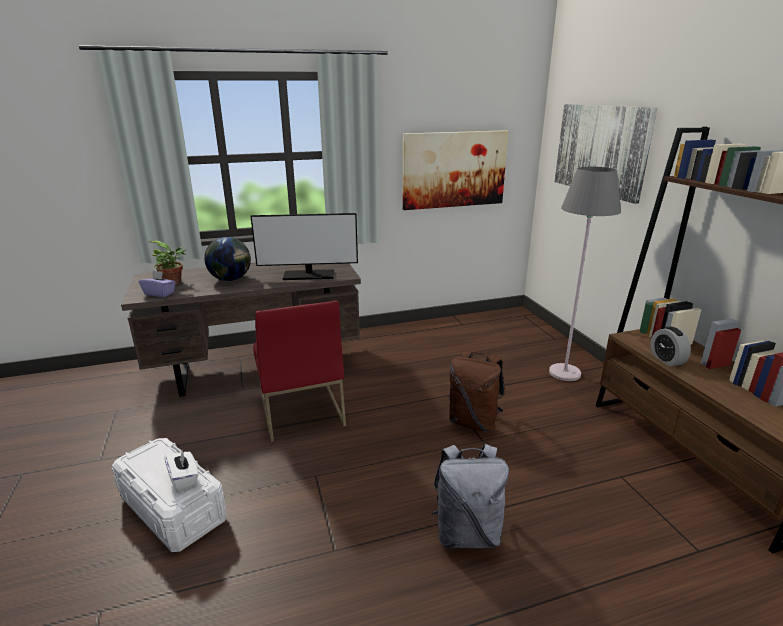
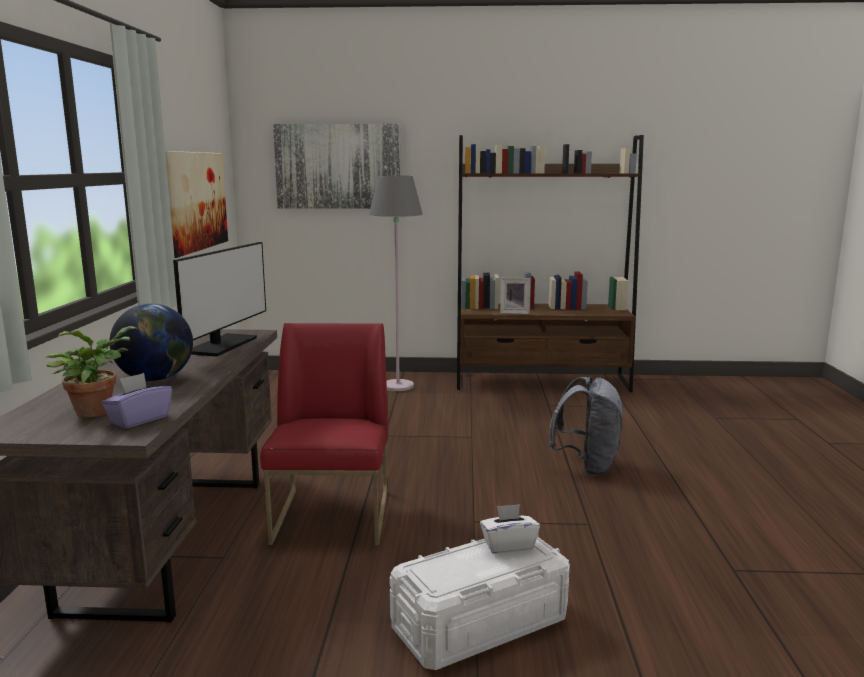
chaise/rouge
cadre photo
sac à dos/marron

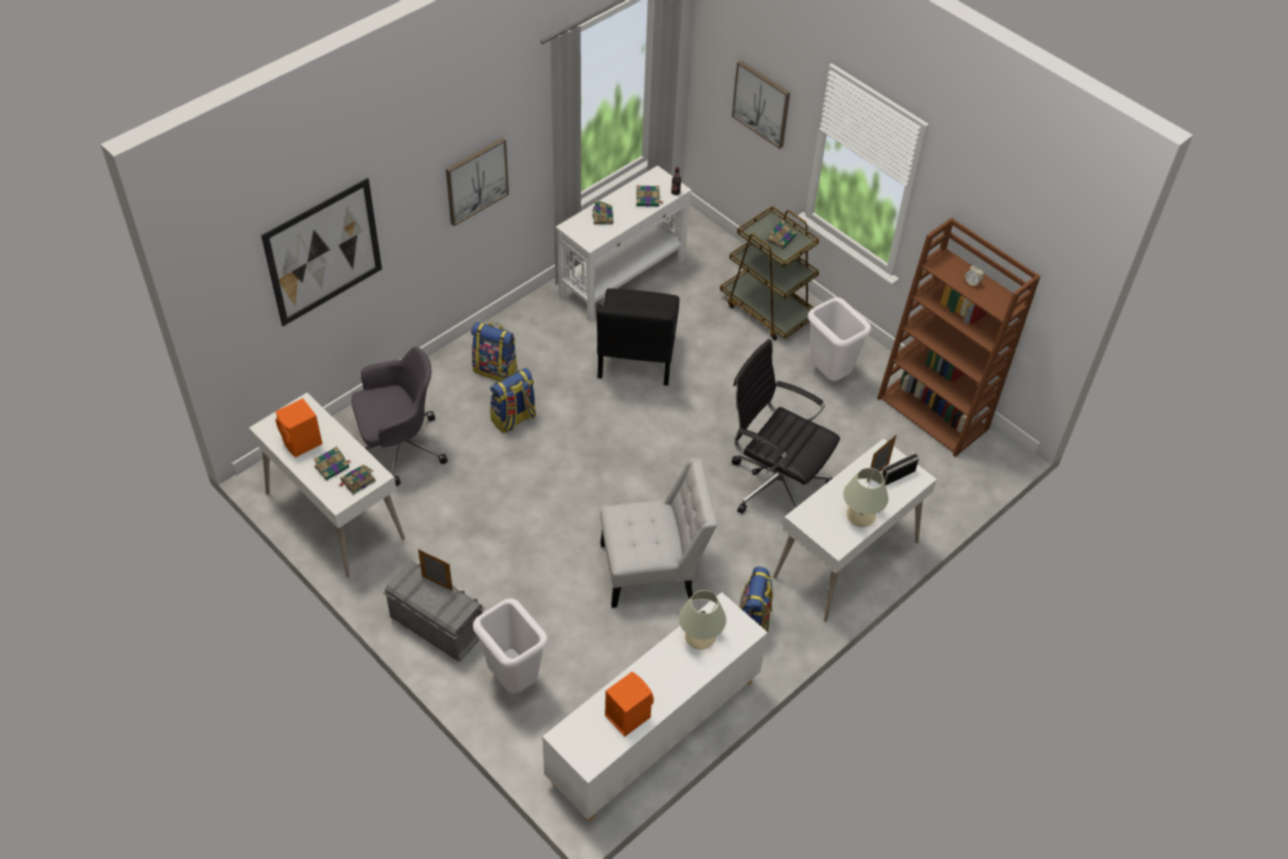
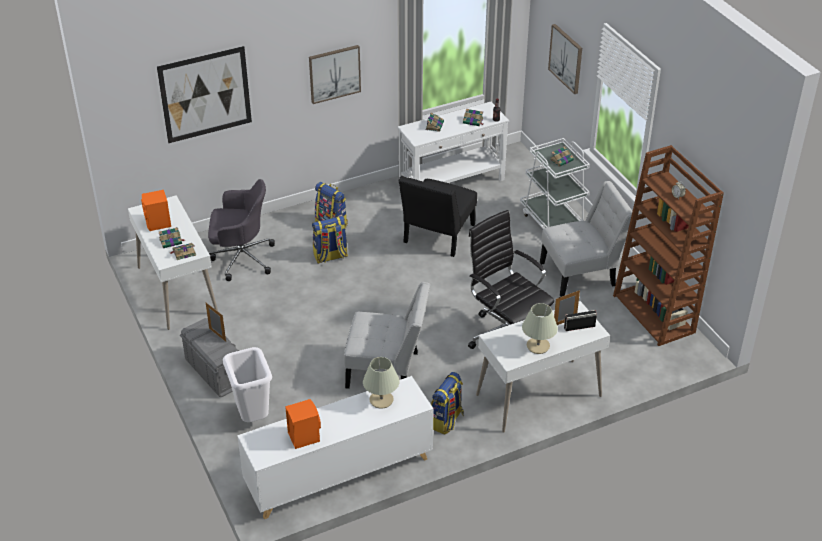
chariot/blanc
chaise/blanc (no. 2 from left)

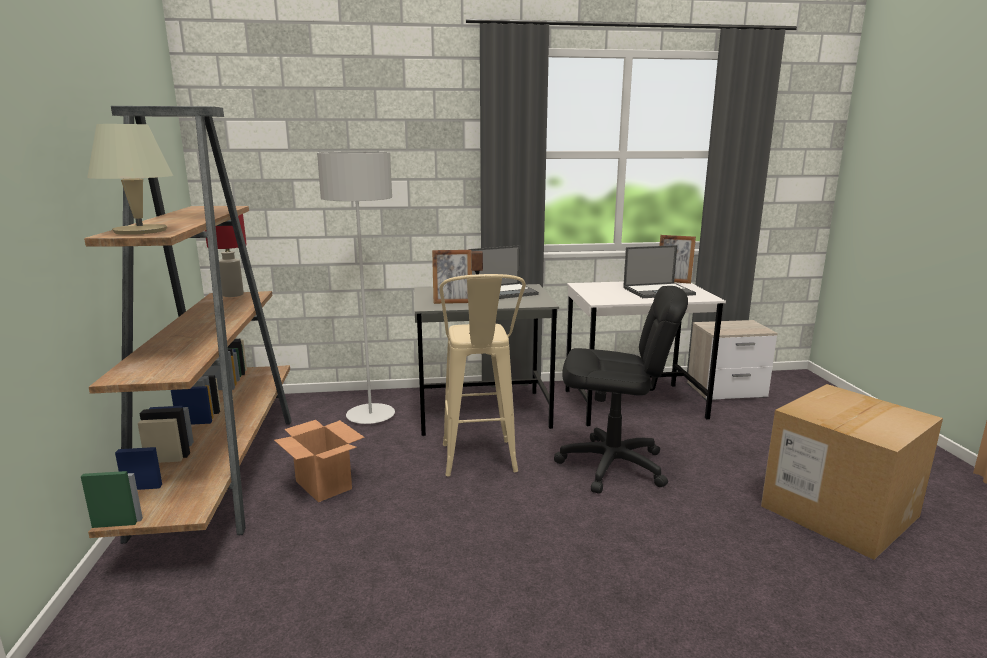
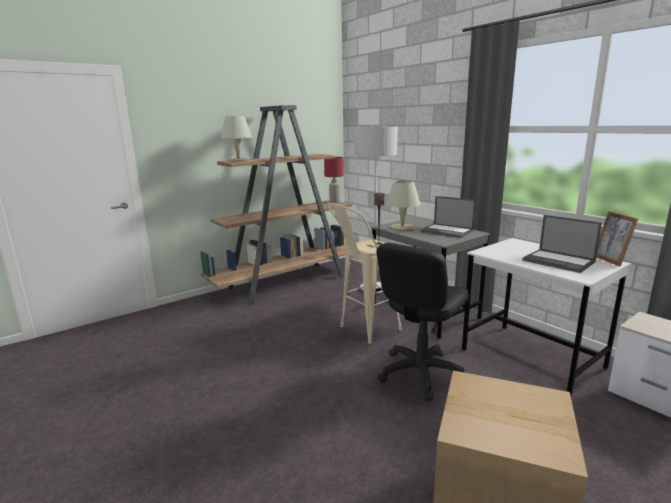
lampe de table/beige (no. 2 from left)
chaise de bureau/noir
carton (no. 1 from left in the first image)

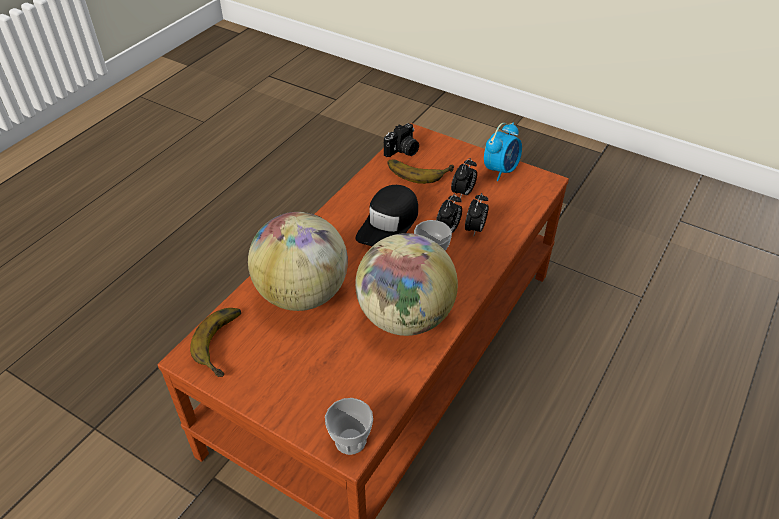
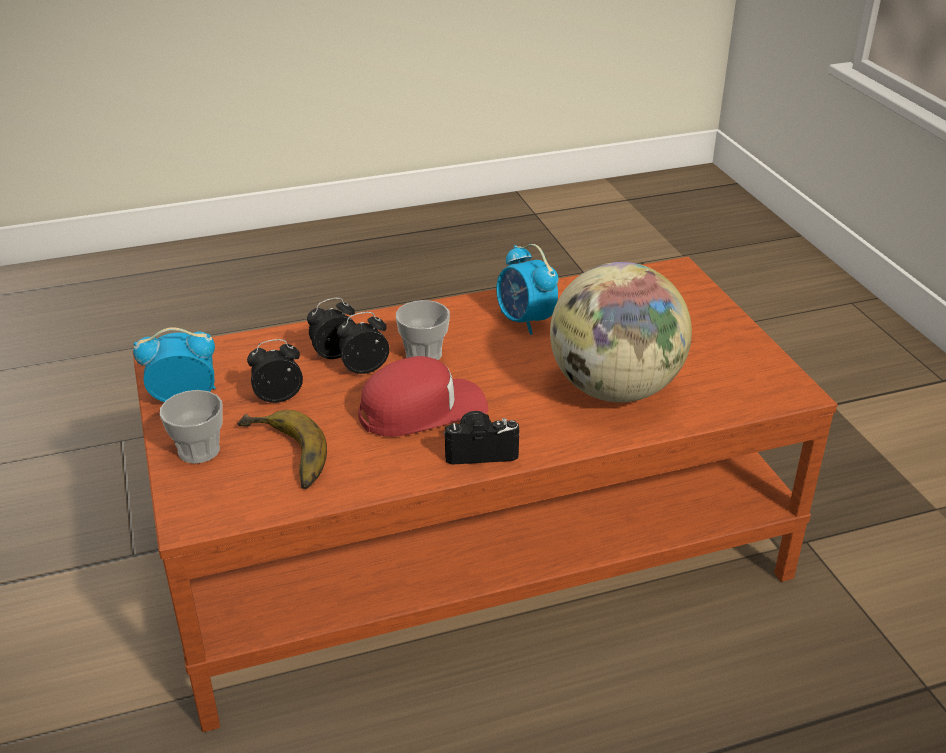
appareil photo
casquette/rouge
réveil (no. 5 from left)
banane (no. 1 from left in the first image)
tasse (no. 1 from left)

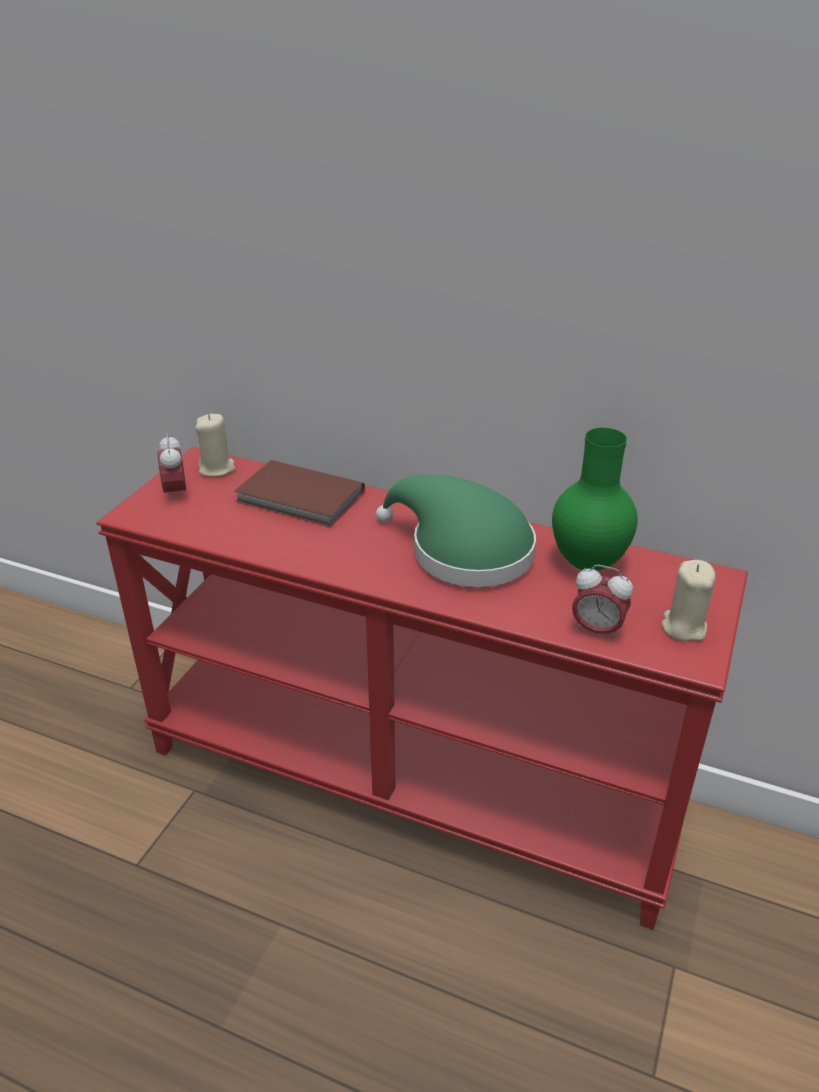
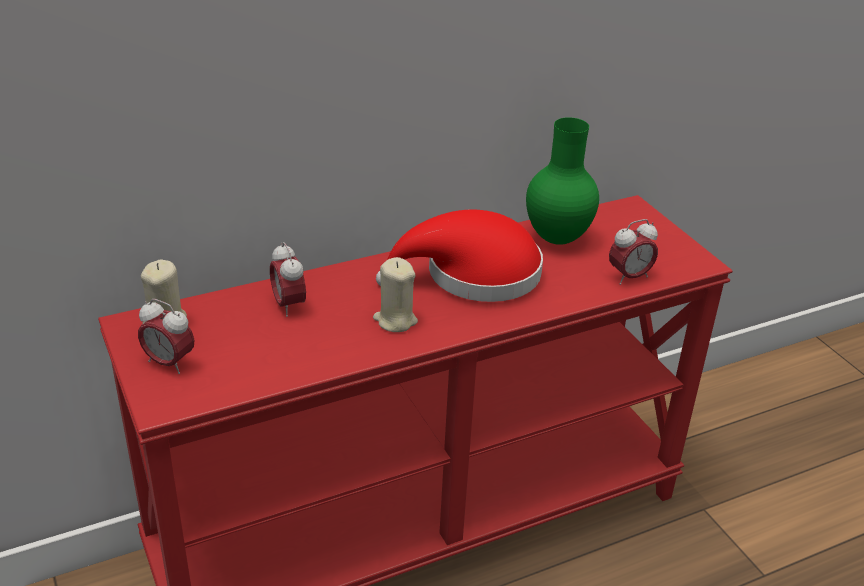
réveil (no. 2 from left)
chapeau/rouge
bougie/beige (no. 2 from left)

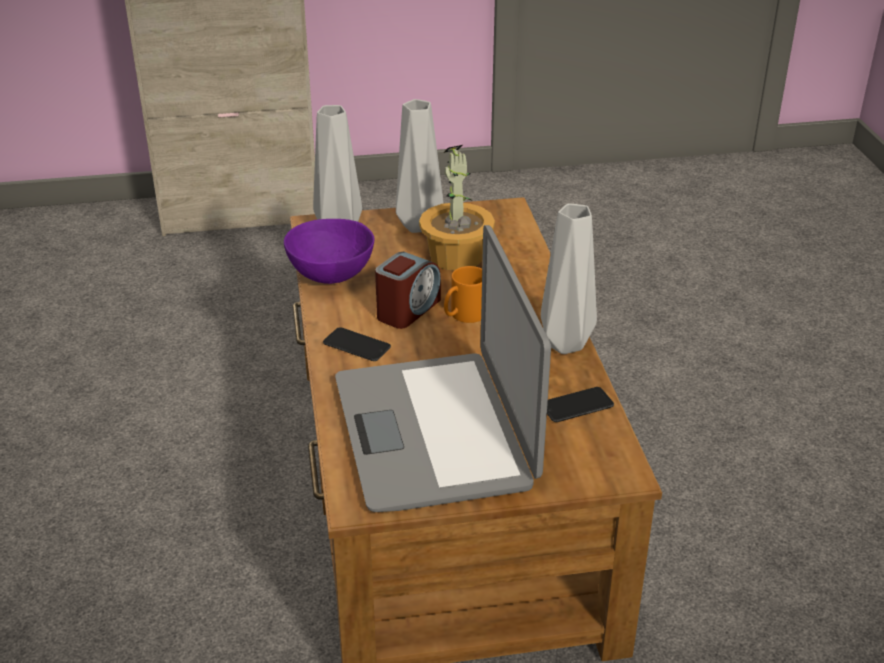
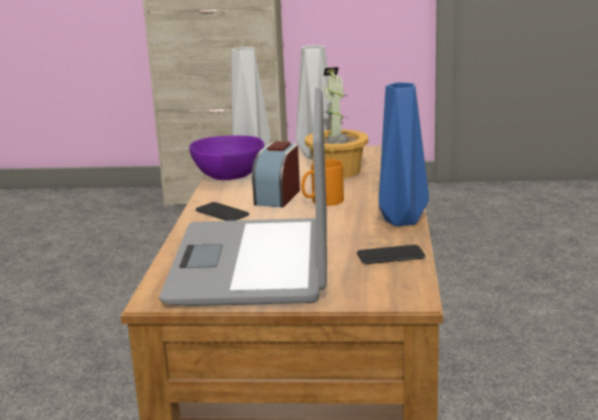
vase/bleu
réveil

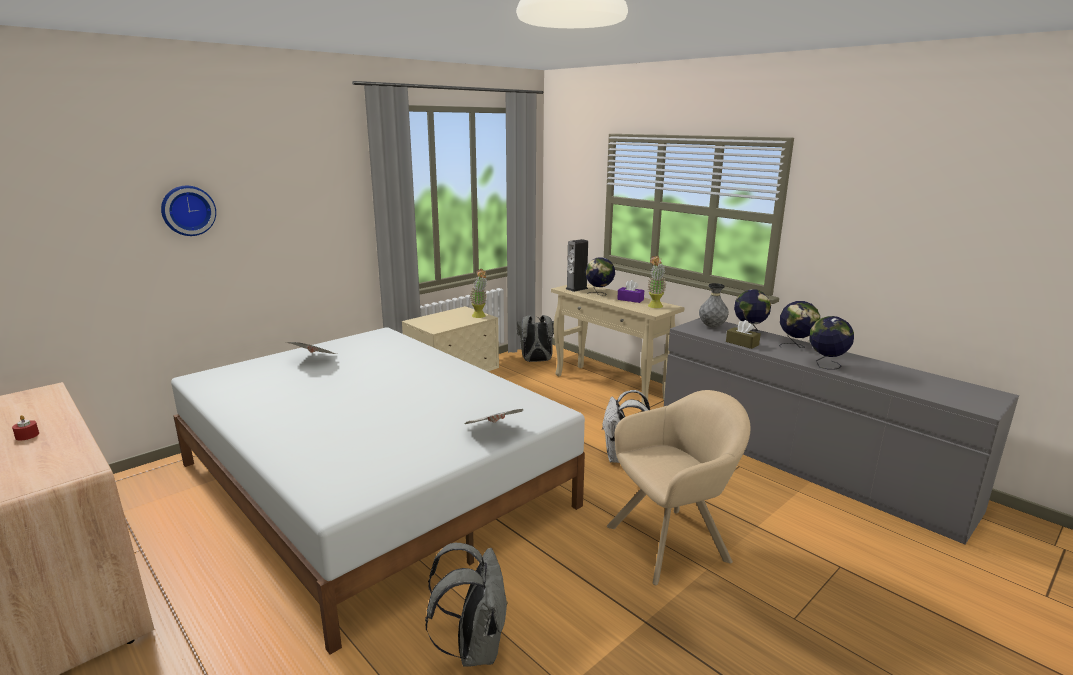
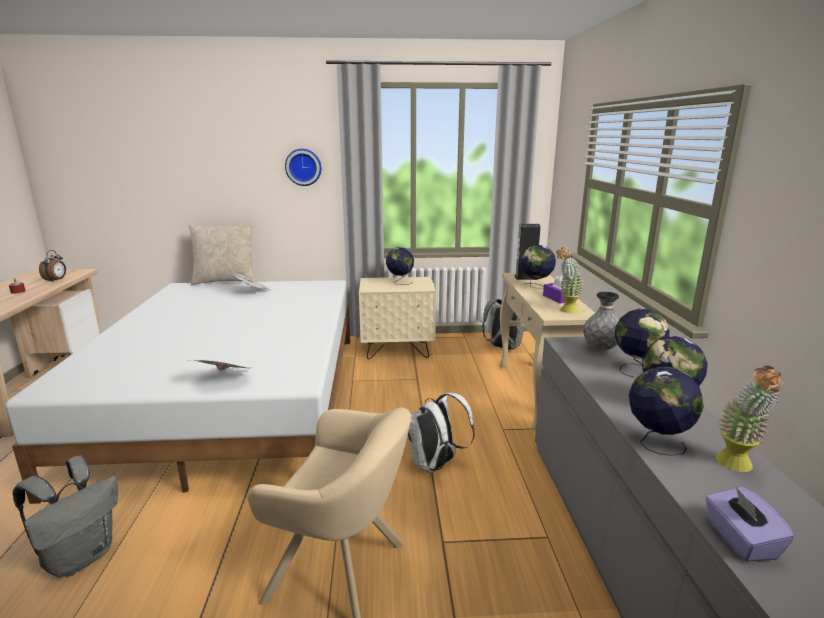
horloge murale
plante en pot (no. 2 from left)
boîte à mouchoirs/marron
coussin/beige
globe (no. 1 from left)
réveil
boîte à mouchoirs/violet (no. 2 from left)

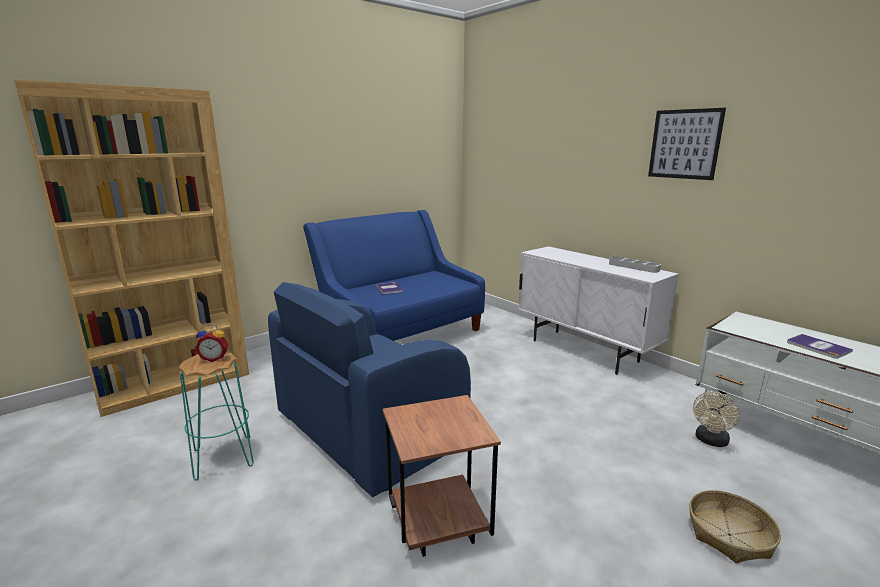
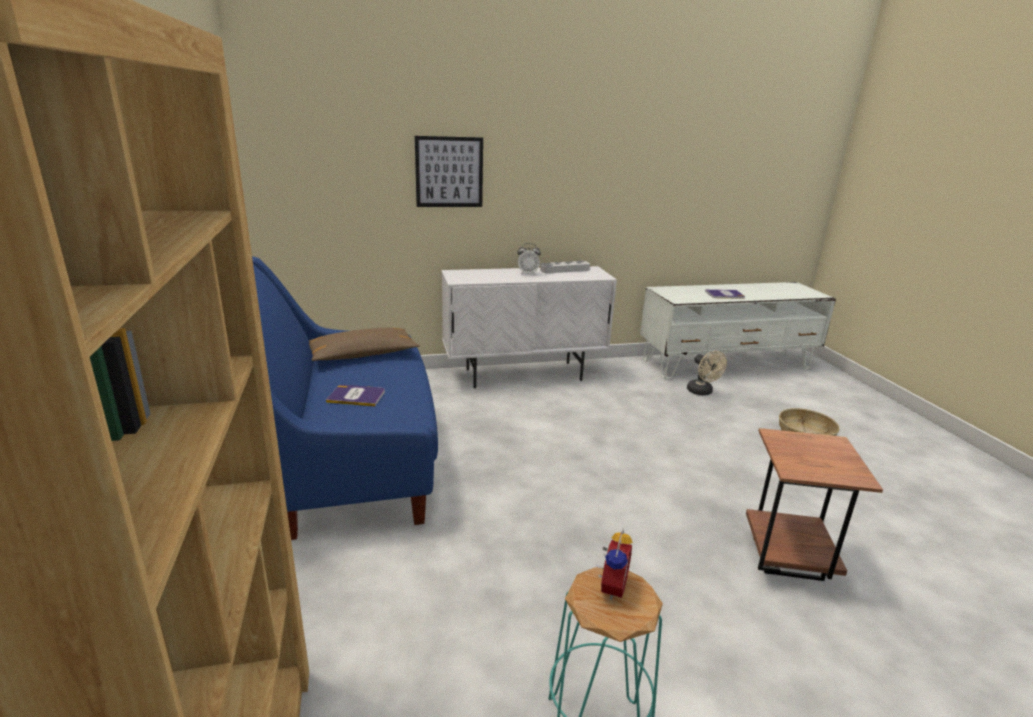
tableau
fauteuil/bleu
réveil (no. 1 from left)
coussin/marron

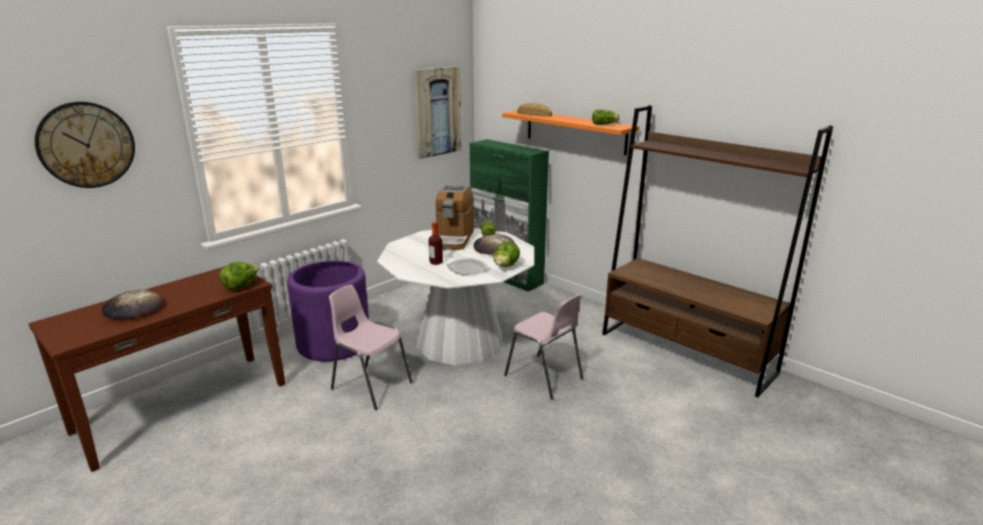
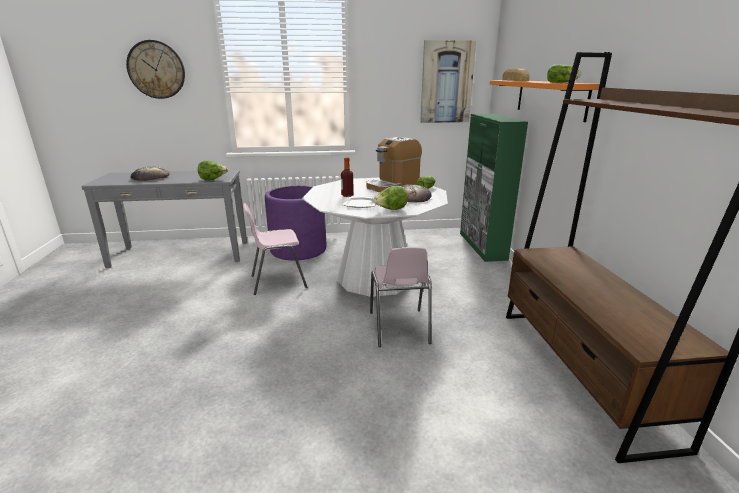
table console/gris
chaise/rose (no. 1 from left)

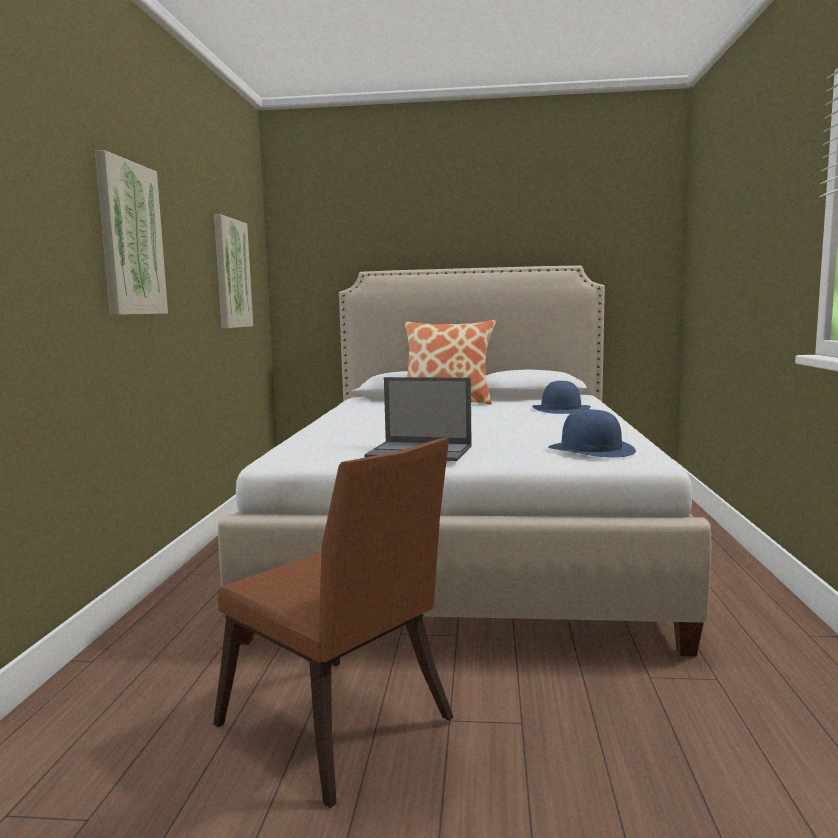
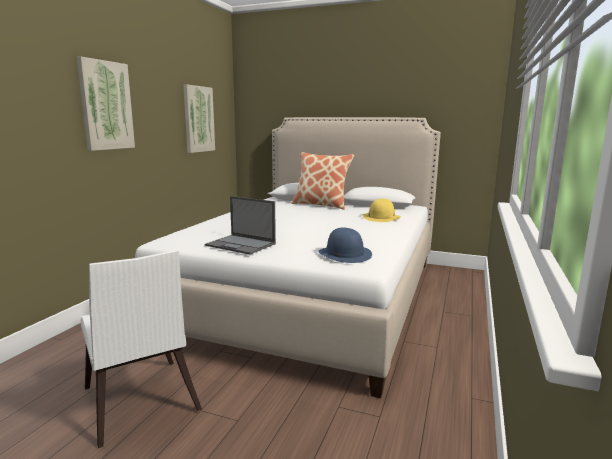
chapeau/jaune
chaise/blanc

